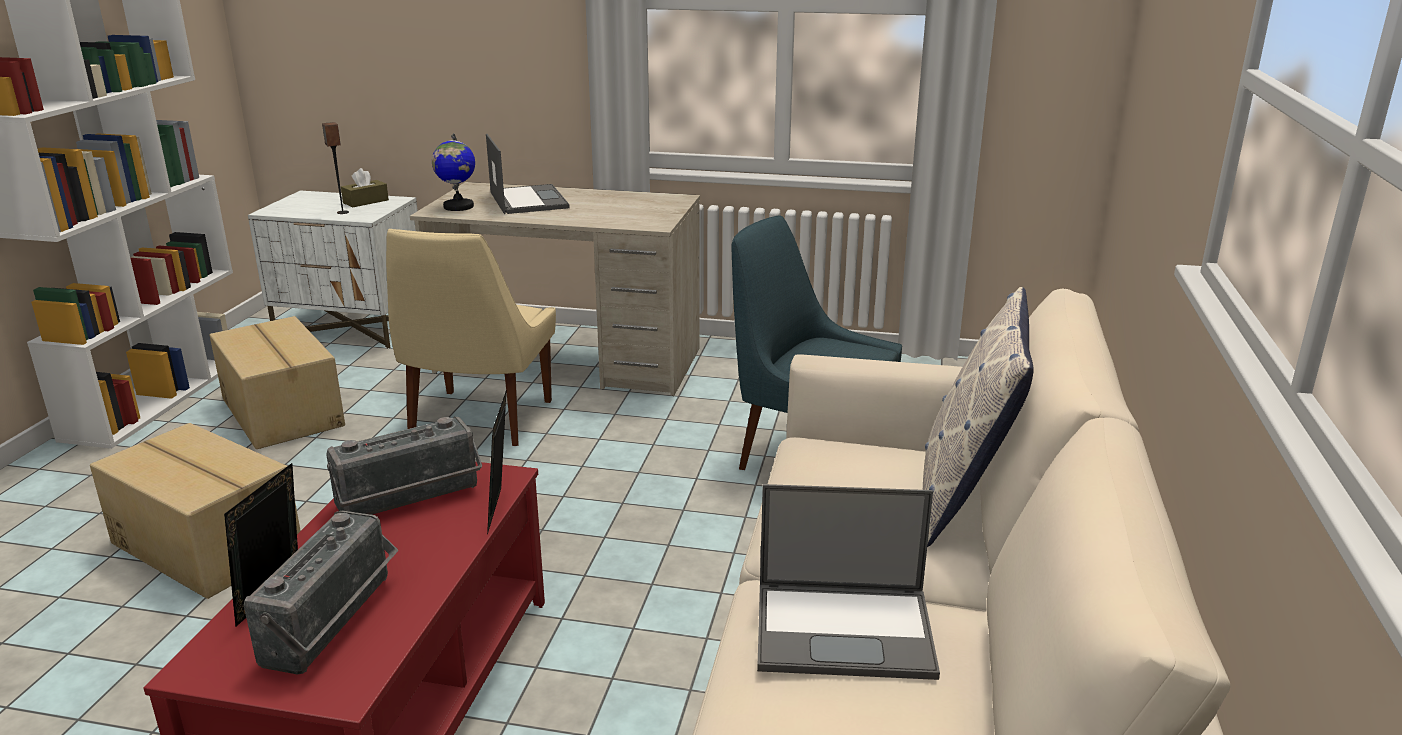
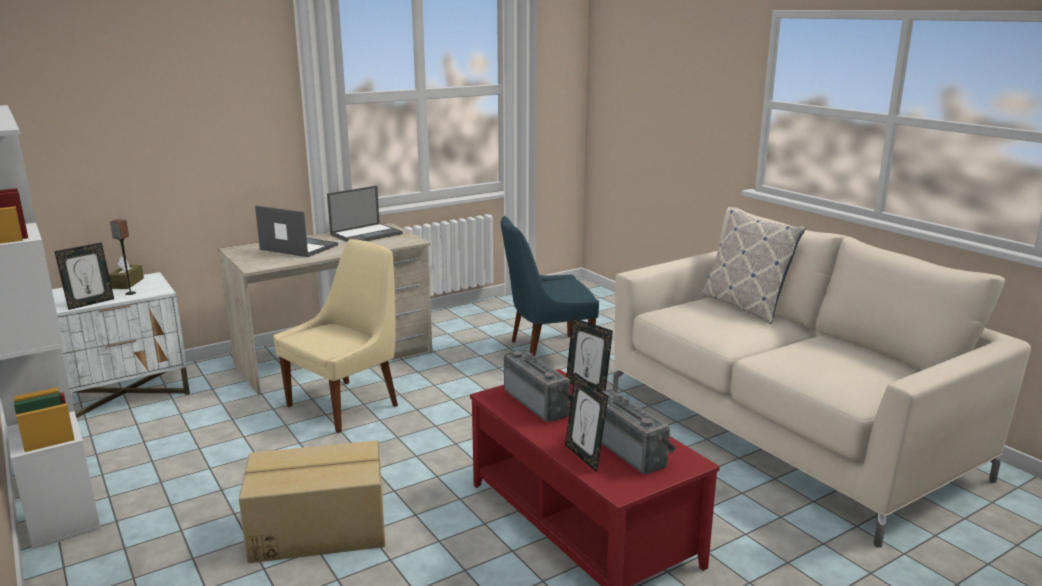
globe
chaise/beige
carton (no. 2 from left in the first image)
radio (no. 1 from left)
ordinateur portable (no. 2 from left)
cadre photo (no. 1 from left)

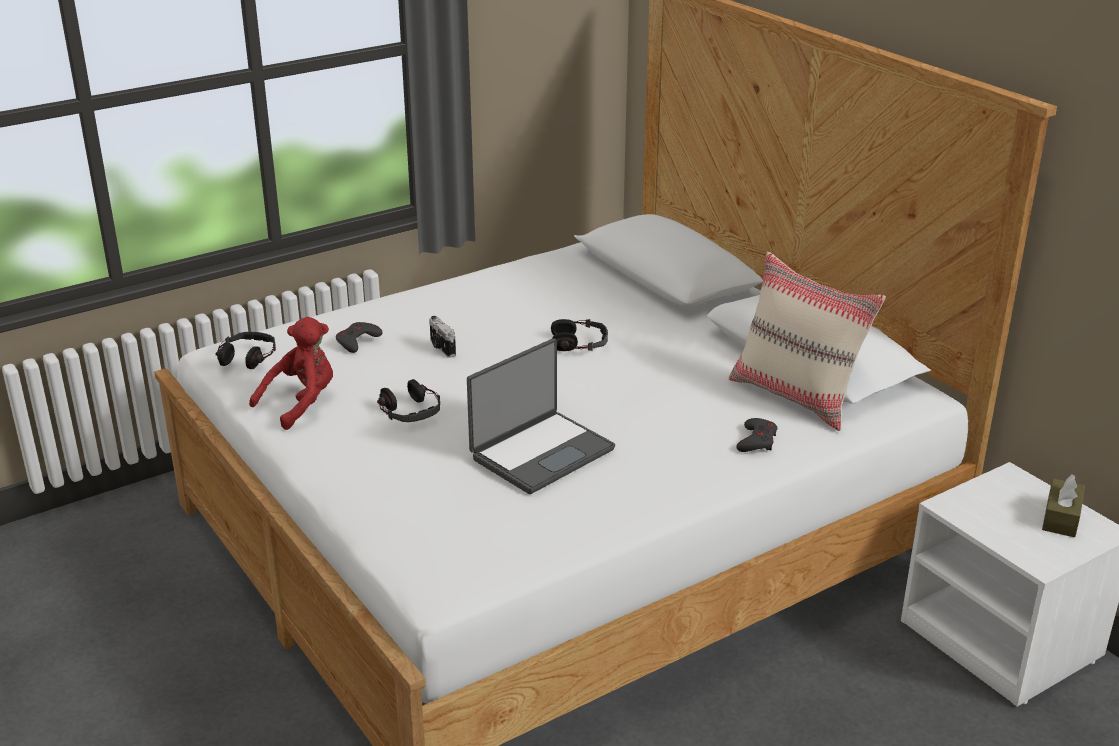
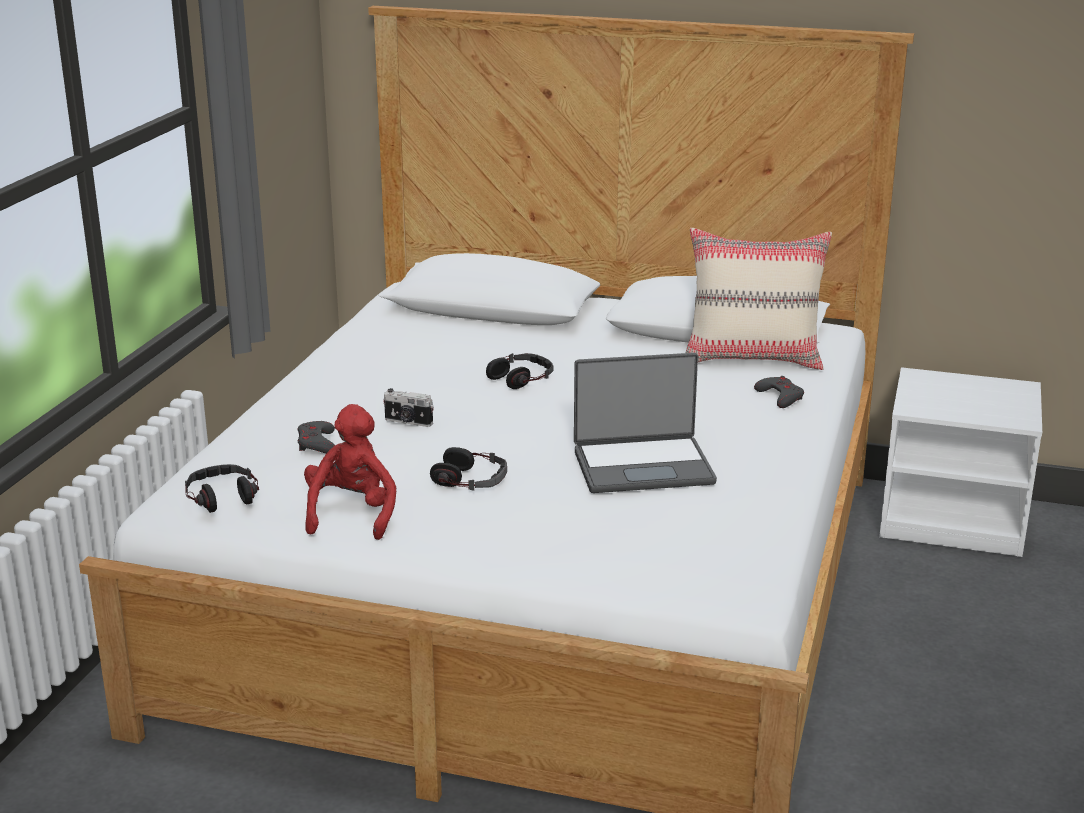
ordinateur portable
boîte à mouchoirs/marron

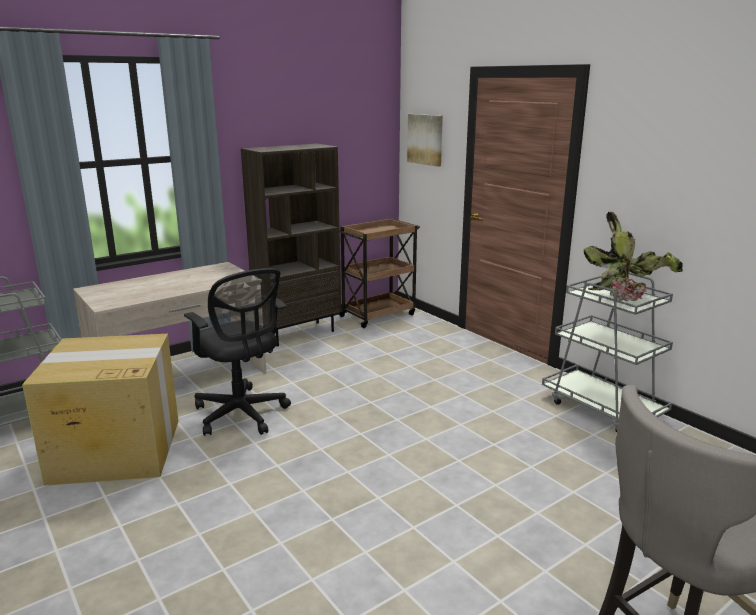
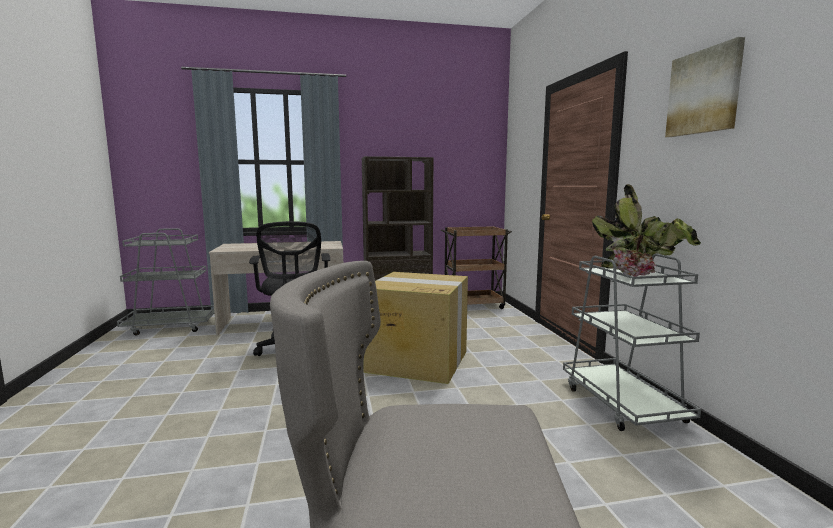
tableau
carton

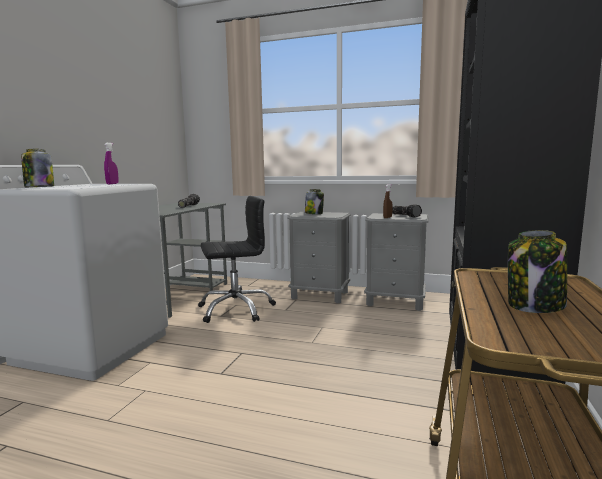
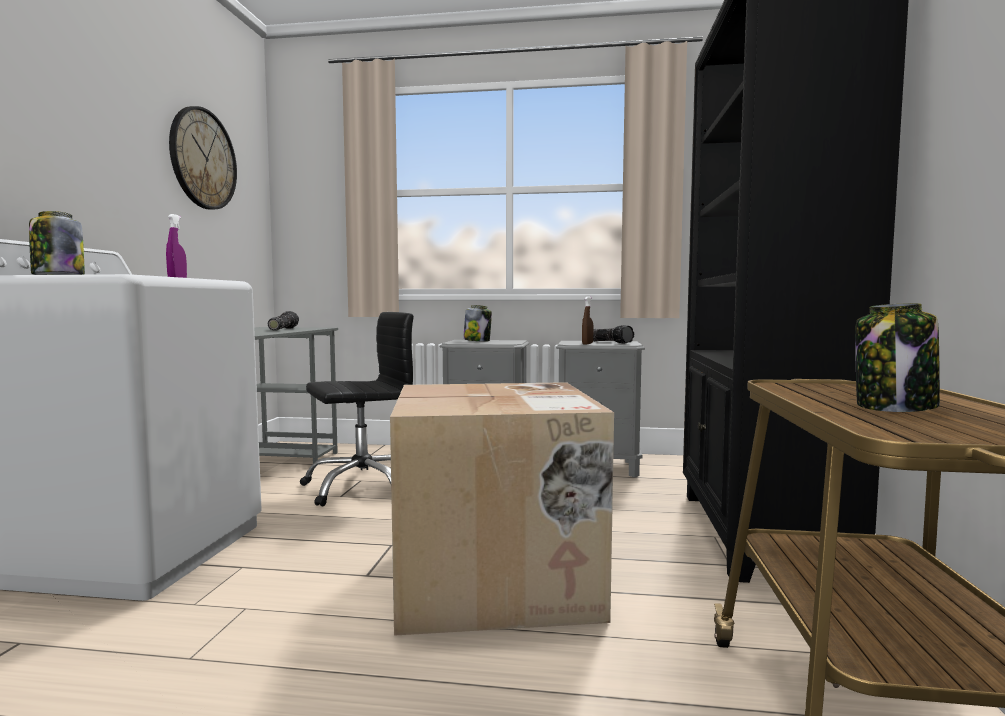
horloge murale
carton

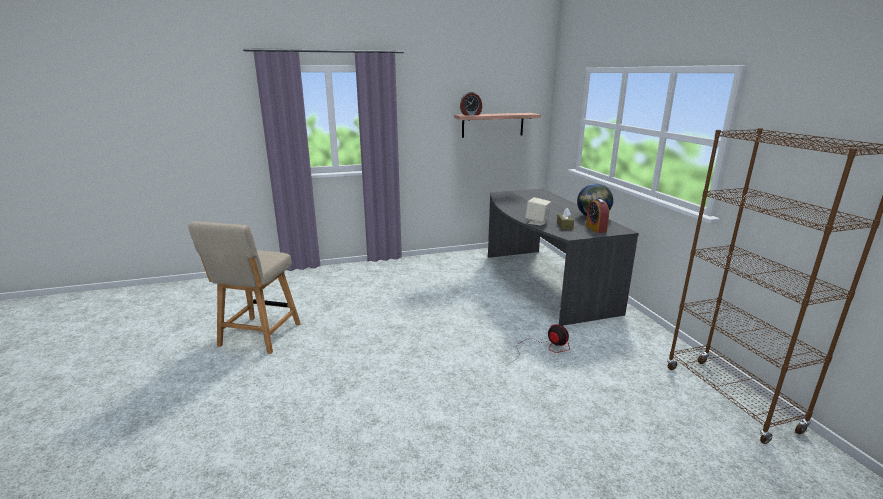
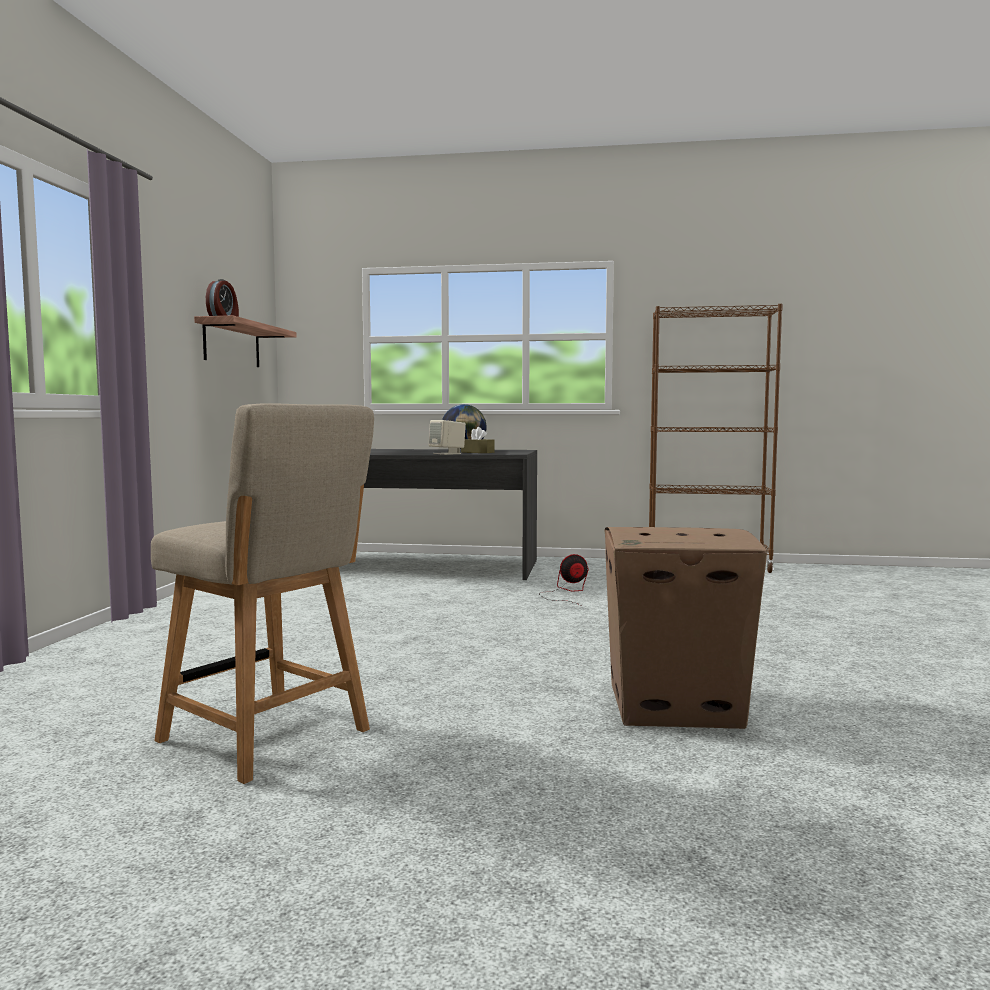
réveil (no. 2 from left in the first image)
carton

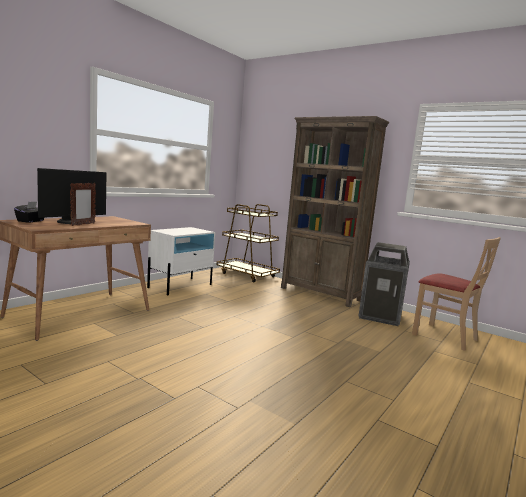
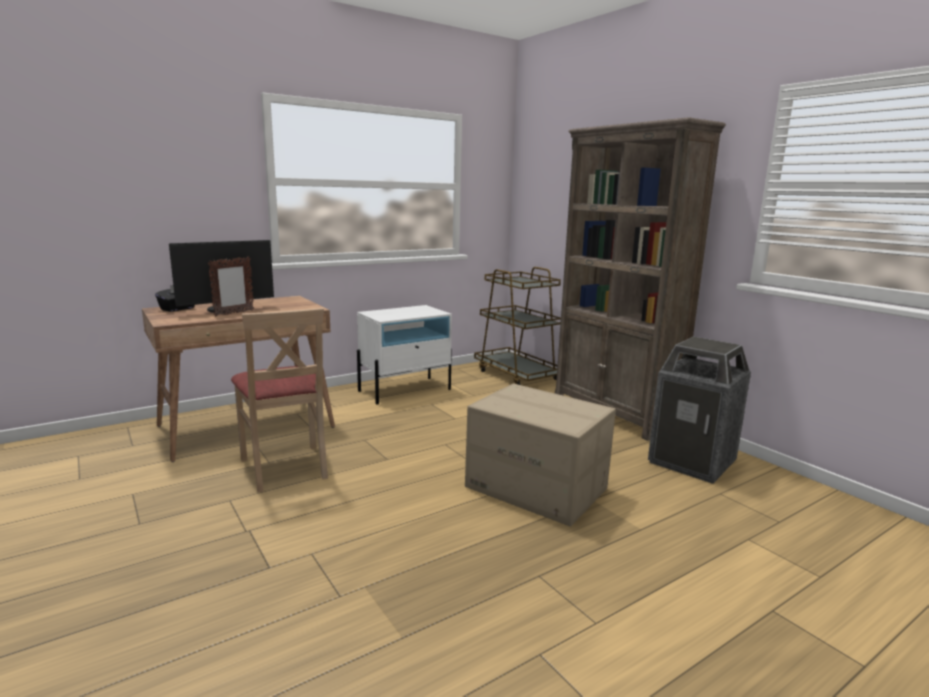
chaise/beige
carton

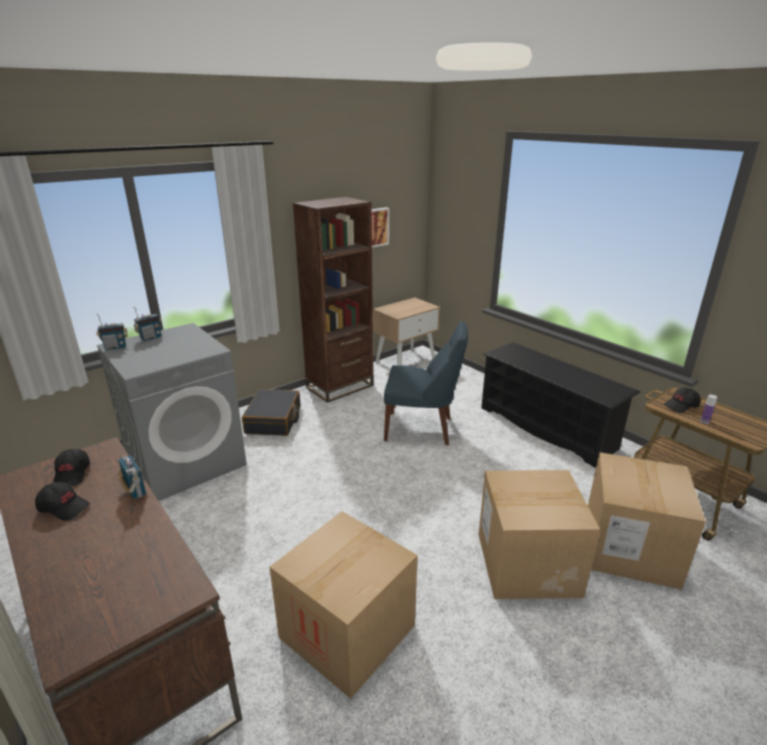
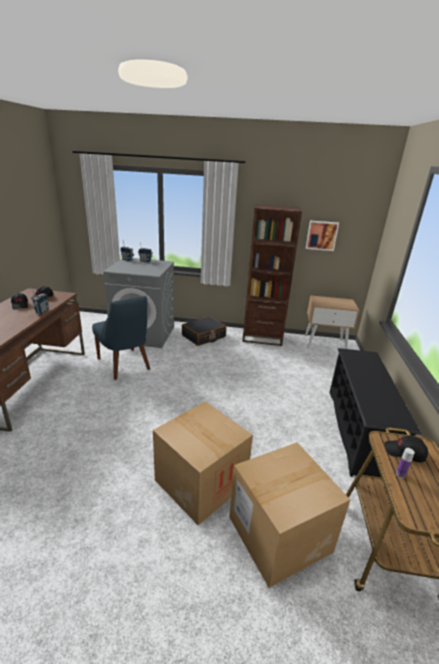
chaise/bleu
carton (no. 1 from left in the first image)

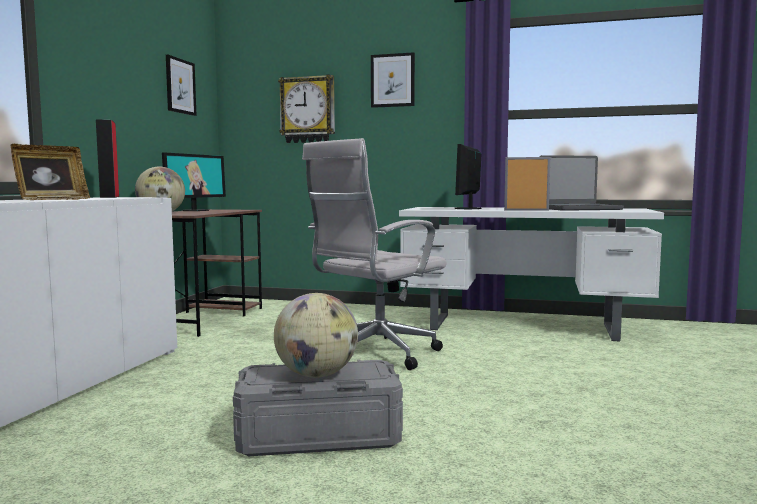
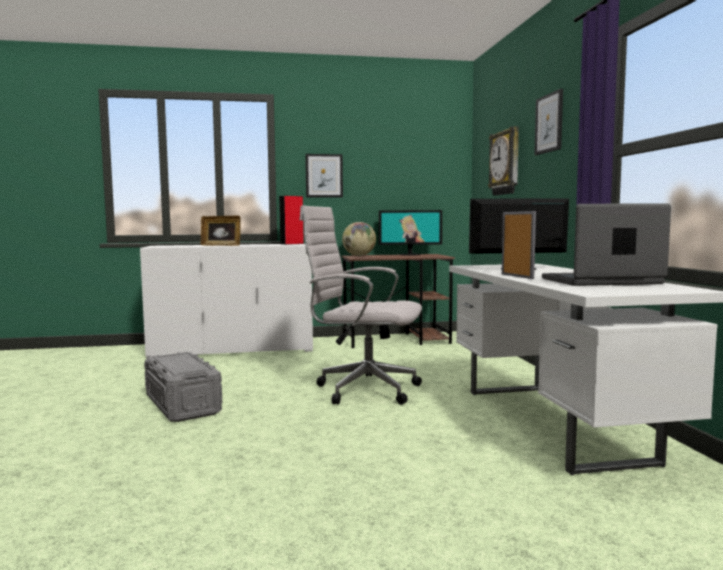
tableau (no. 1 from left)
ordinateur portable
globe (no. 2 from left in the first image)

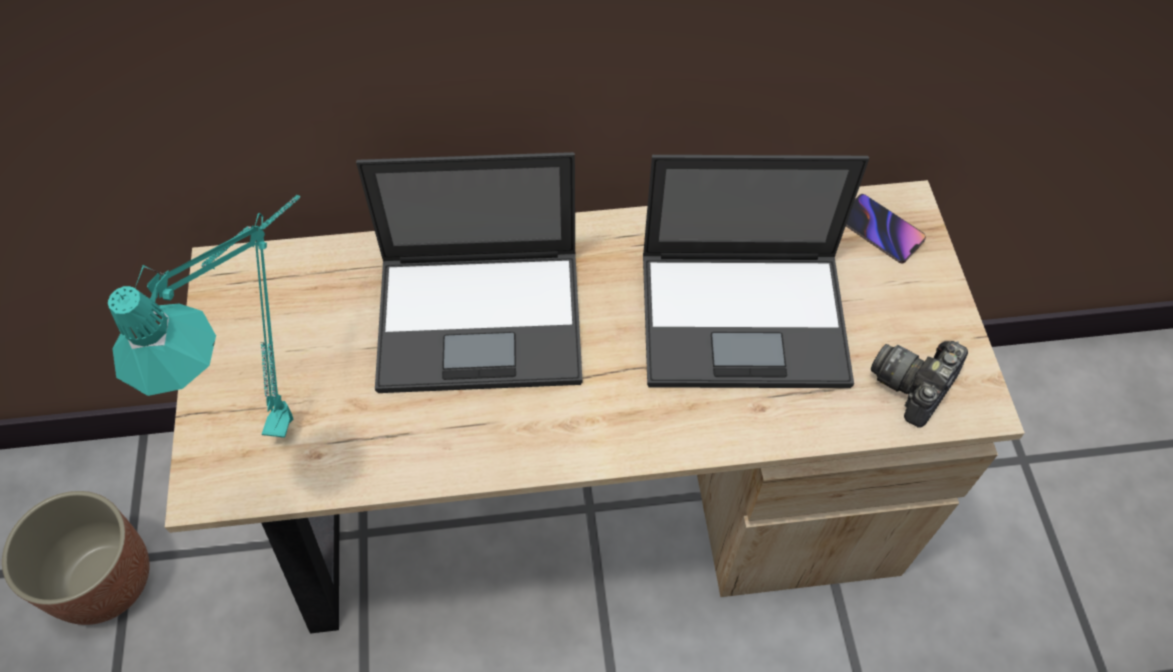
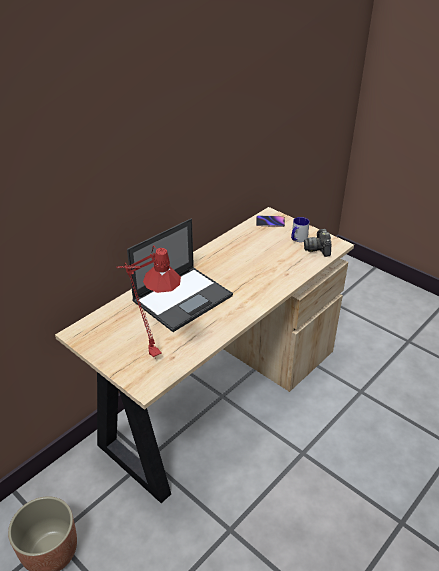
ordinateur portable (no. 2 from left in the first image)
lampe de table/rouge
mug

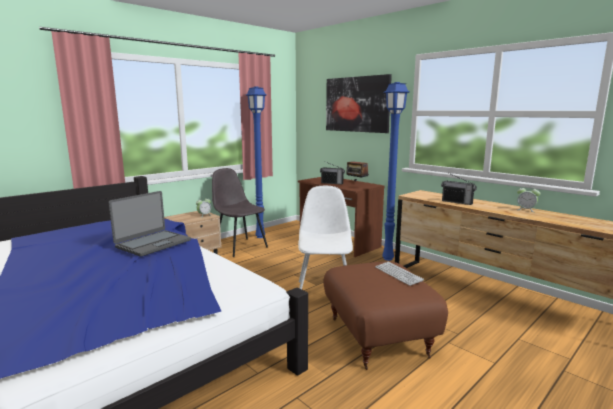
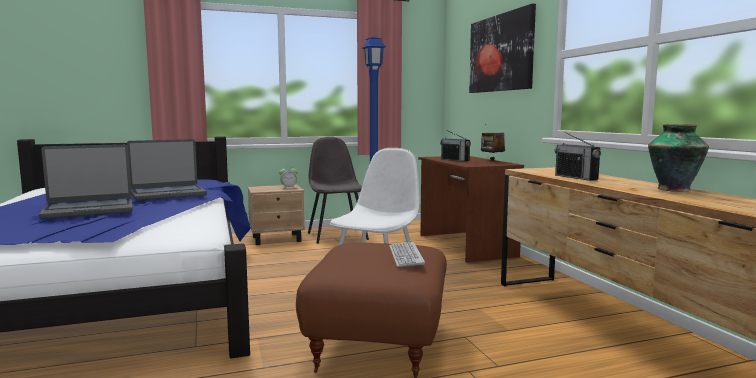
lampadaire/bleu (no. 2 from left in the first image)
vase
ordinateur portable (no. 1 from left)

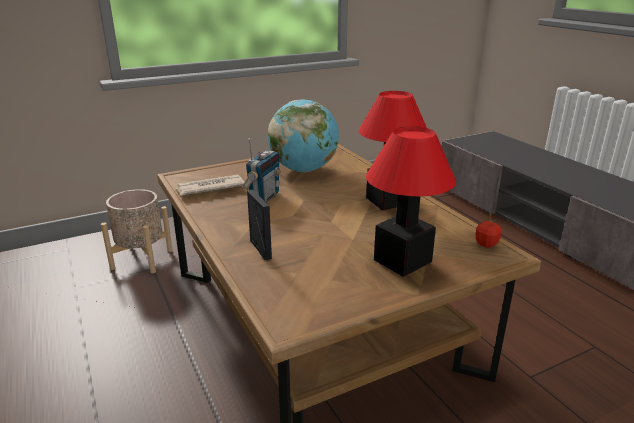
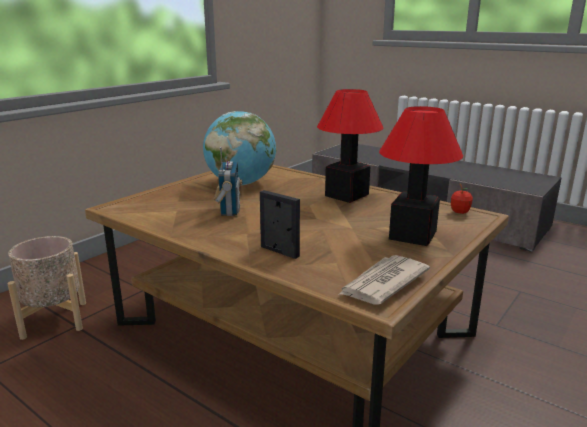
journal

